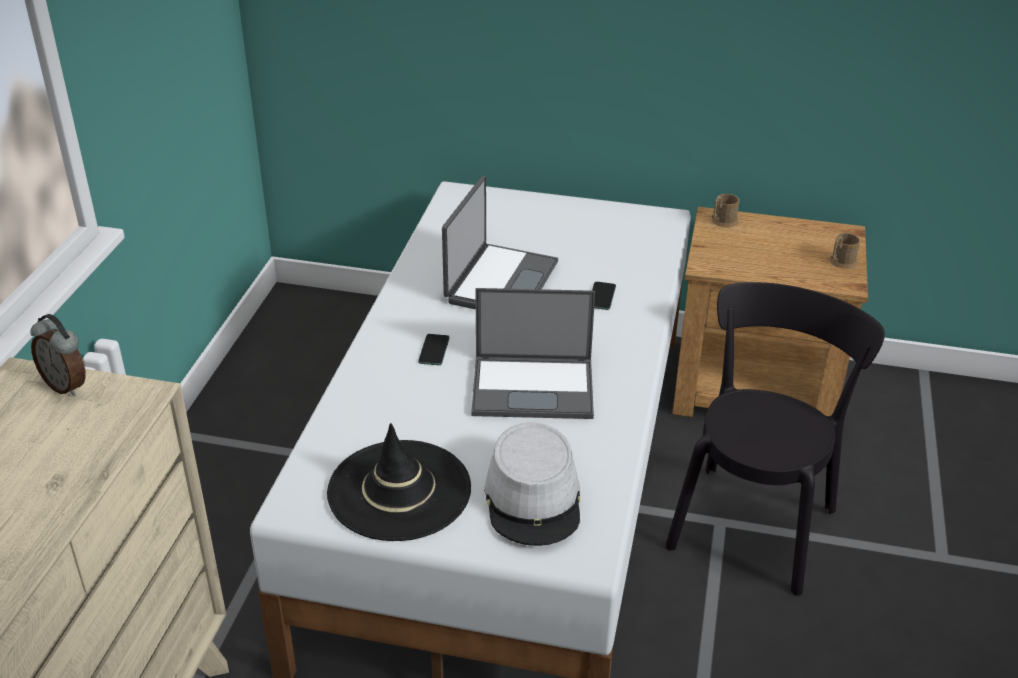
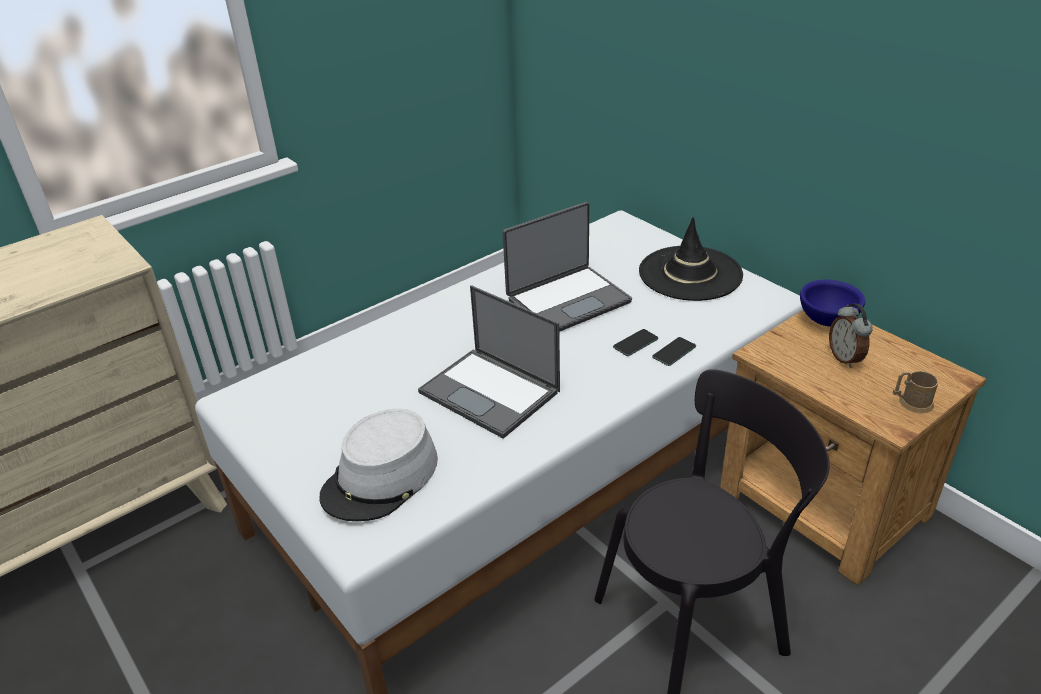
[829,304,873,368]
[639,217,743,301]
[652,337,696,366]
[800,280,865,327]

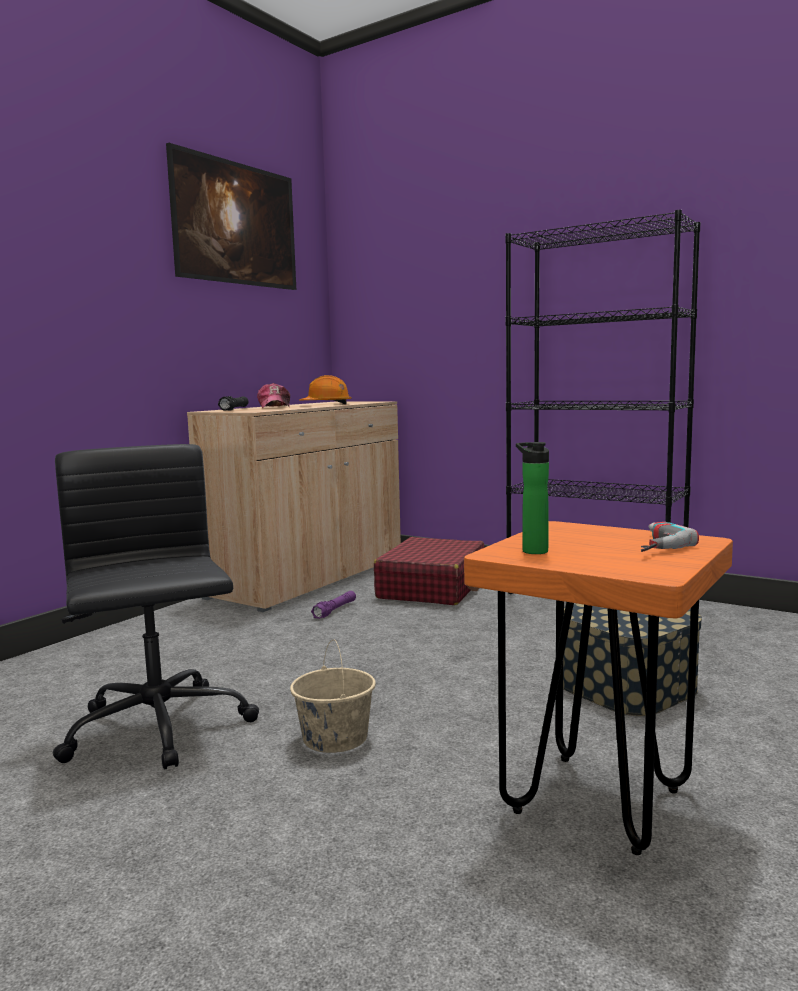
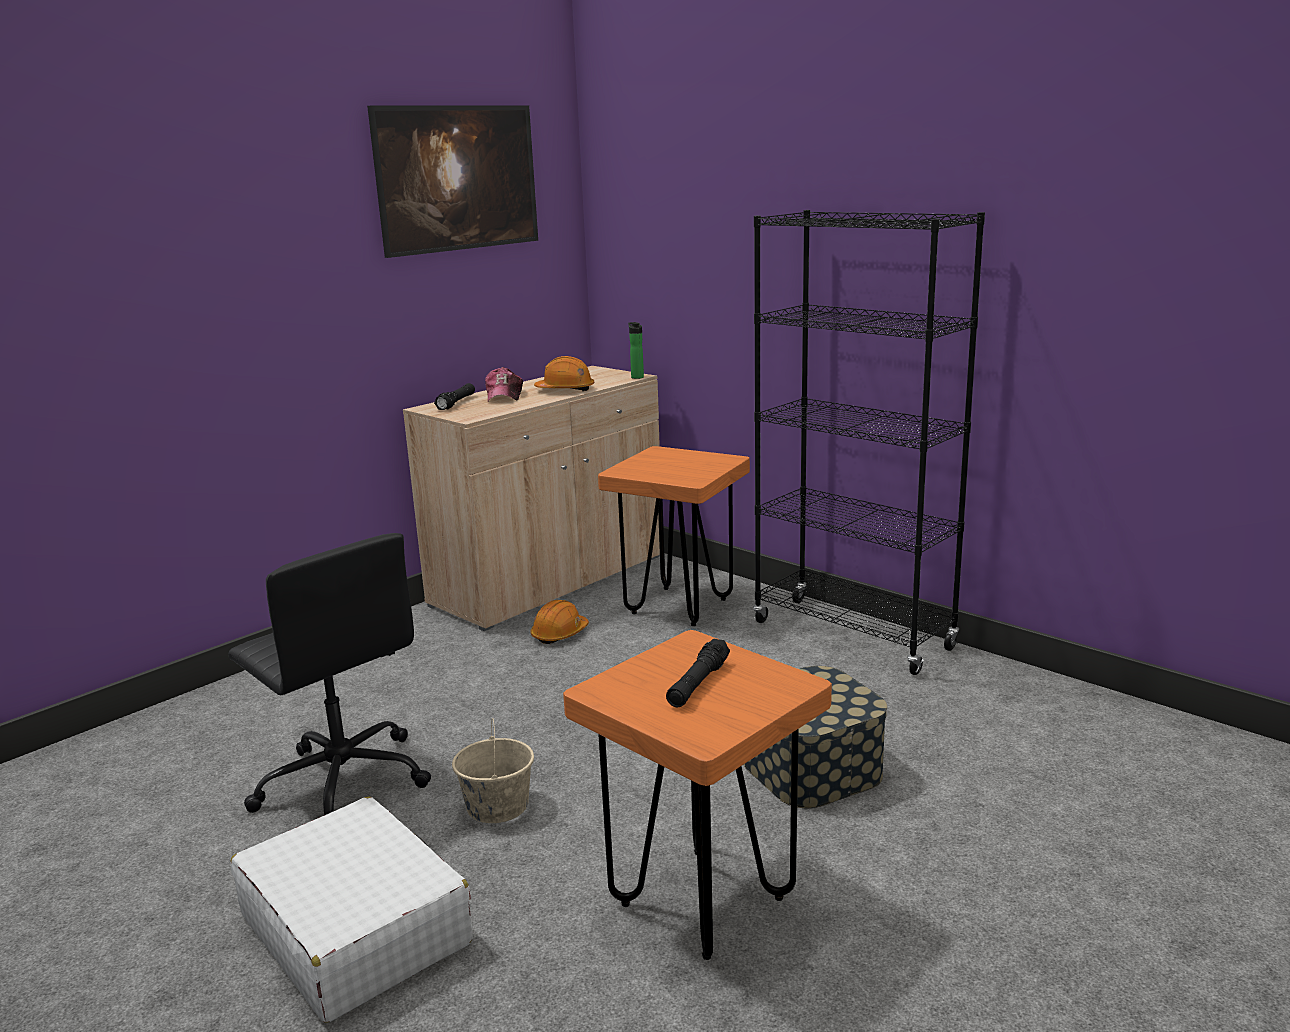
[228,533,431,815]
[530,600,589,644]
[598,446,750,626]
[628,322,644,379]
[641,522,699,552] (first image)
[230,796,472,1023]
[666,638,730,707]

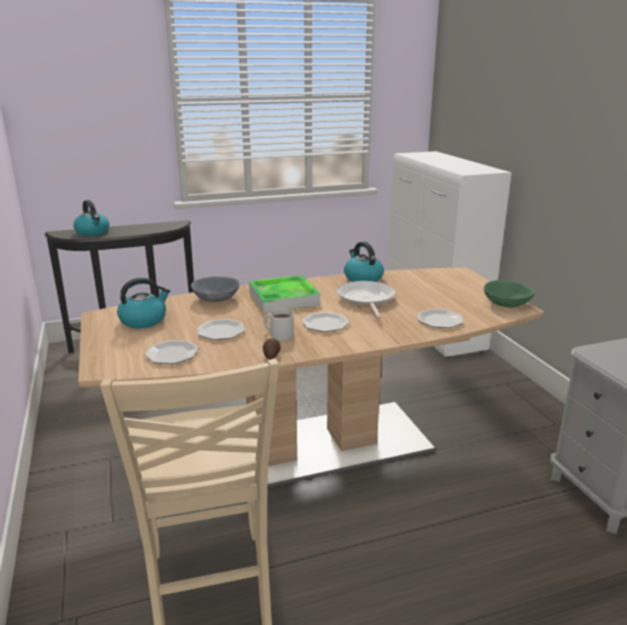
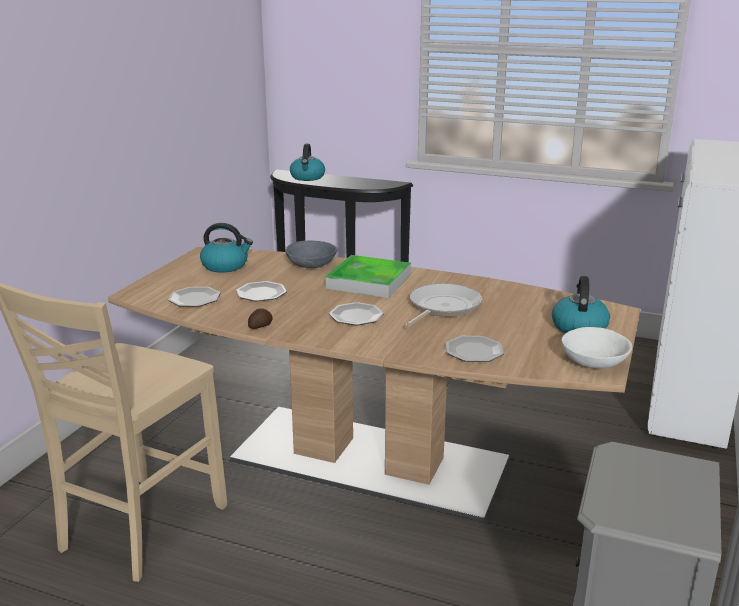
[263,309,294,340] (first image)
[552,276,610,333]
[561,327,632,368]

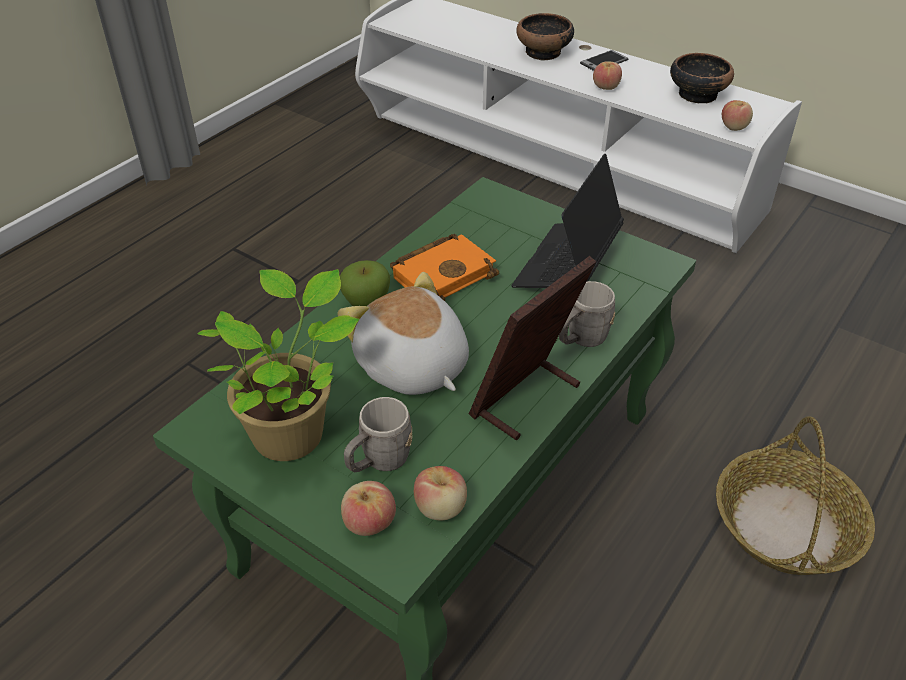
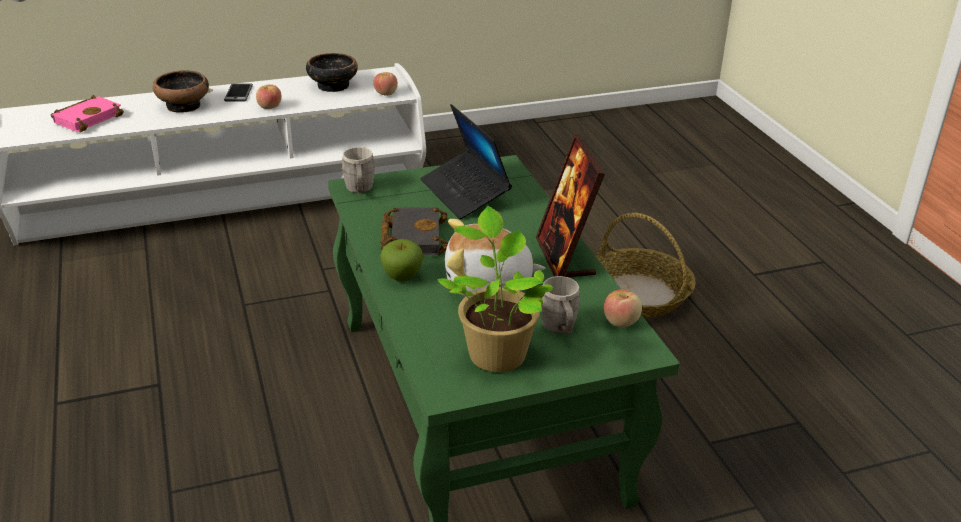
[341,481,396,536] (first image)
[381,208,448,255]
[342,147,375,193]
[51,95,124,132]

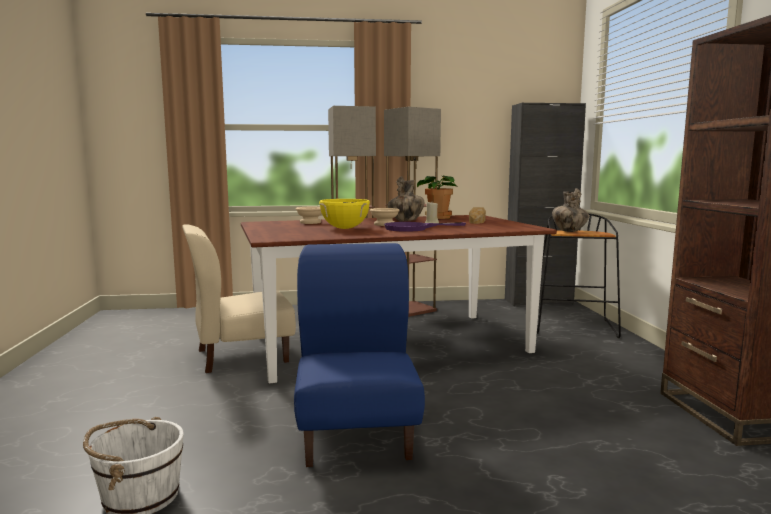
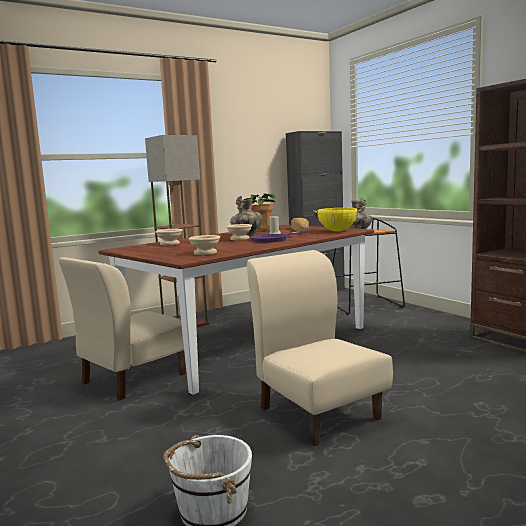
[247,250,393,446]
[313,208,362,232]
[384,107,441,317] (first image)
[189,235,220,255]

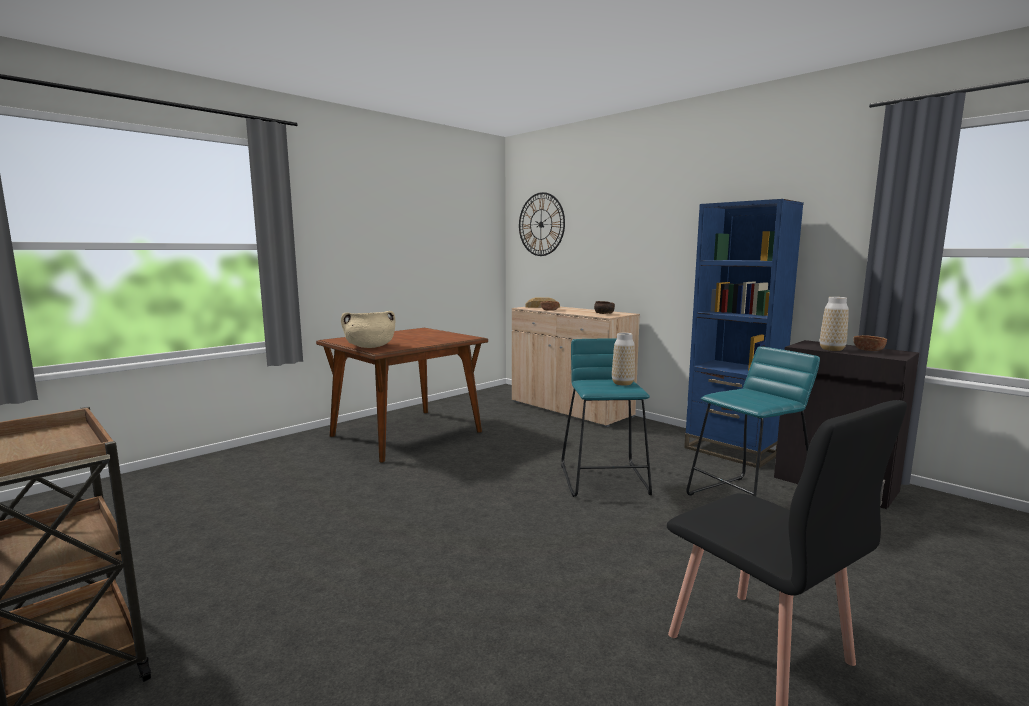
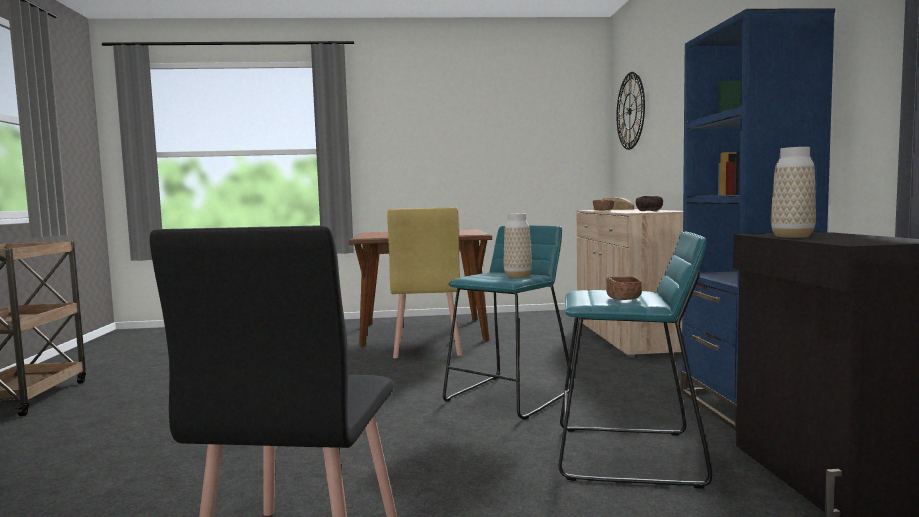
[341,311,395,348] (first image)
[606,276,642,300]
[387,207,462,358]

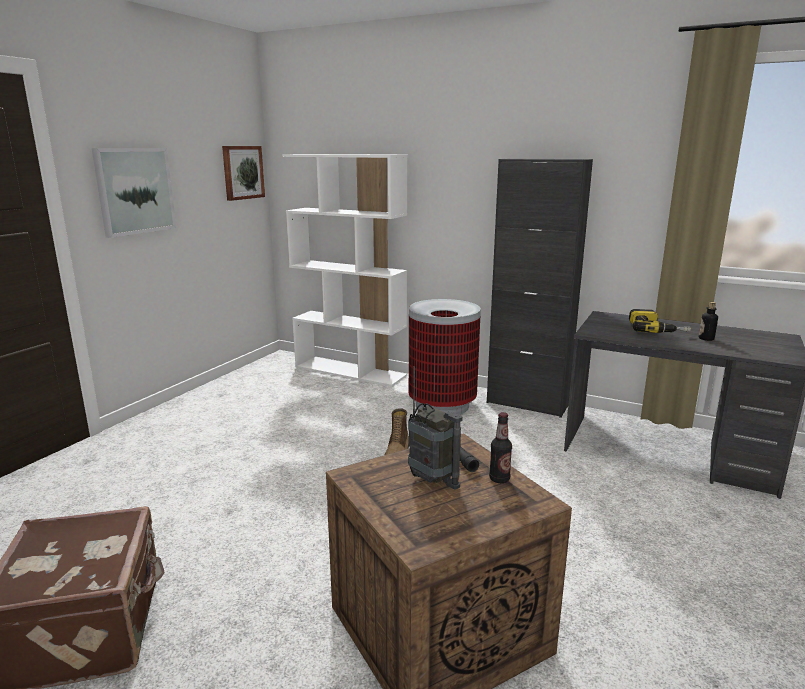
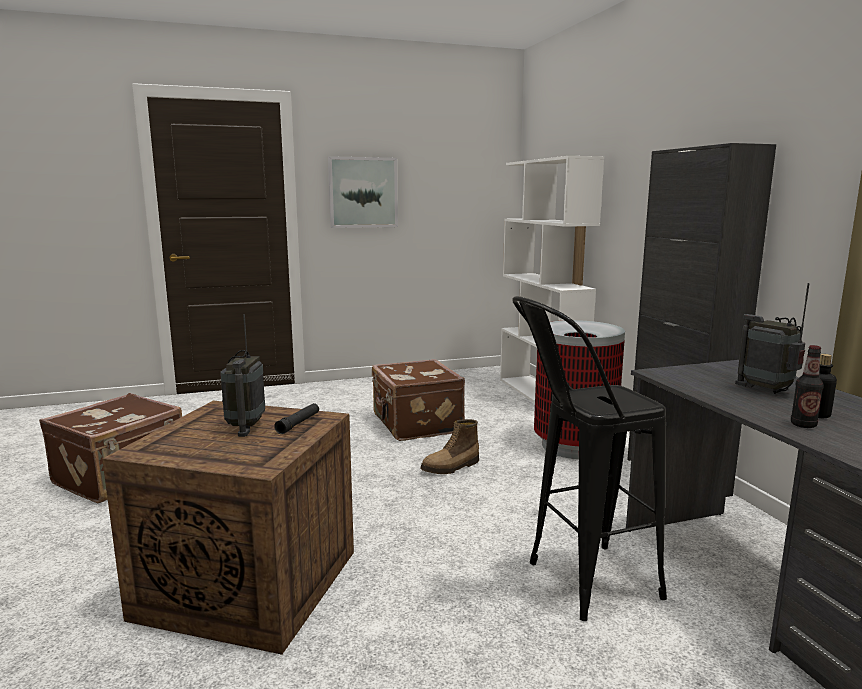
[222,146,265,201] (first image)
[791,345,824,428]
[735,283,810,394]
[372,359,465,441]
[512,296,667,621]

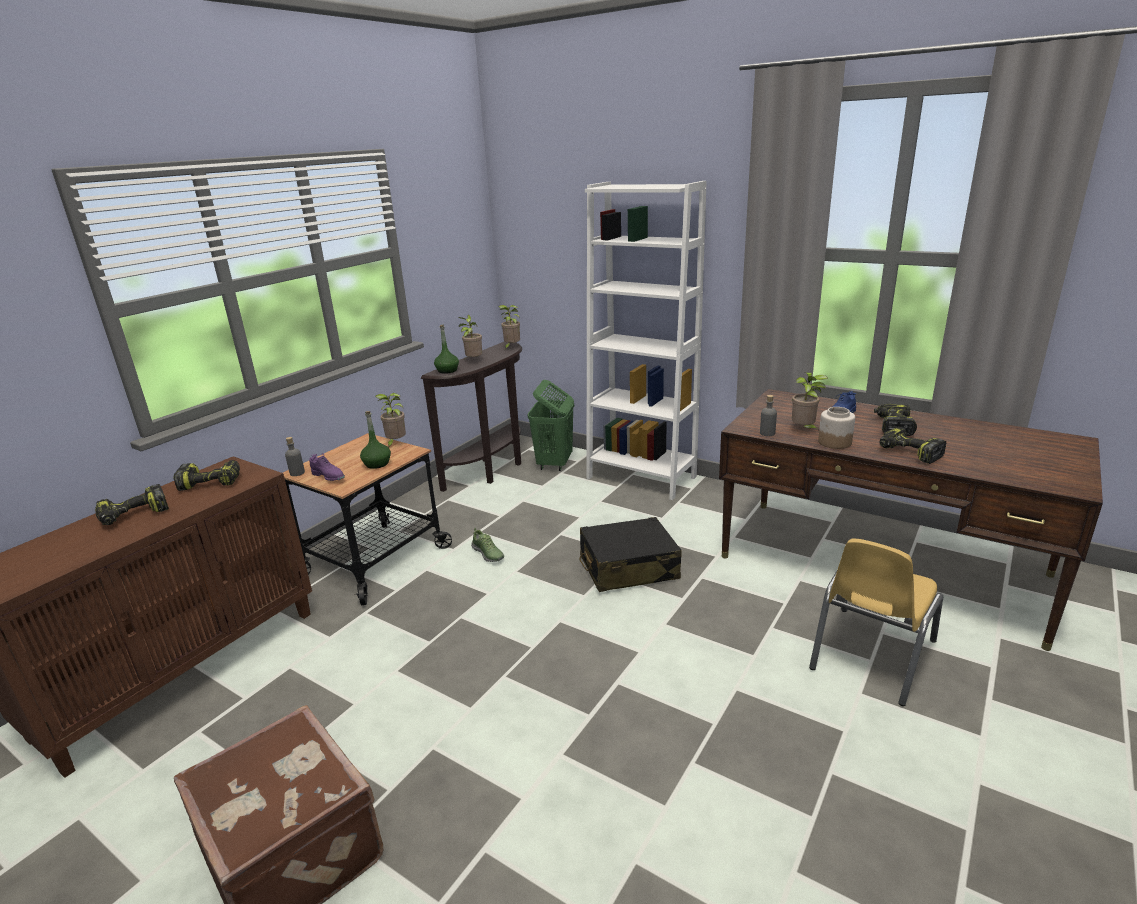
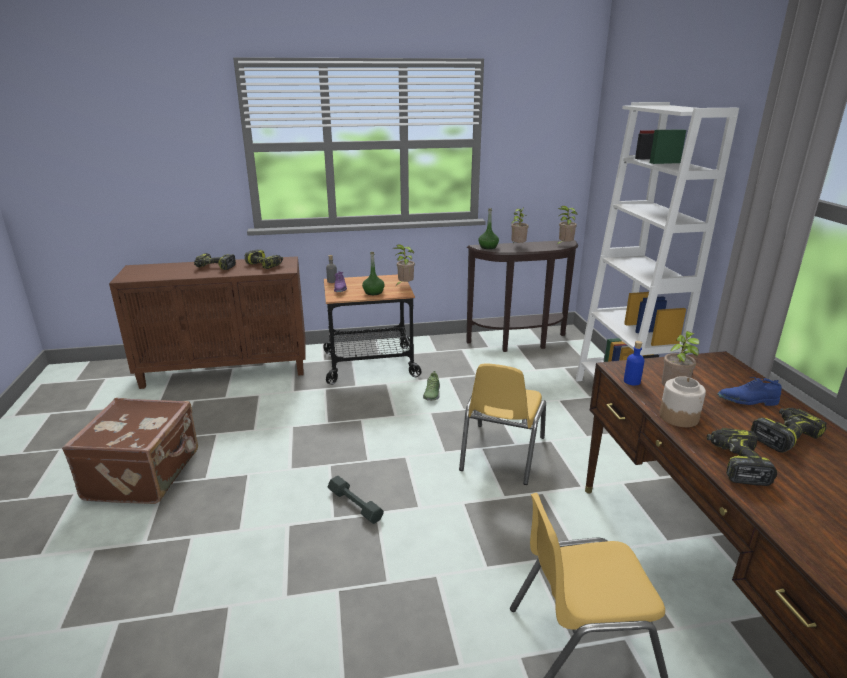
[527,380,574,471] (first image)
[459,363,546,485]
[624,341,644,386]
[328,476,384,524]

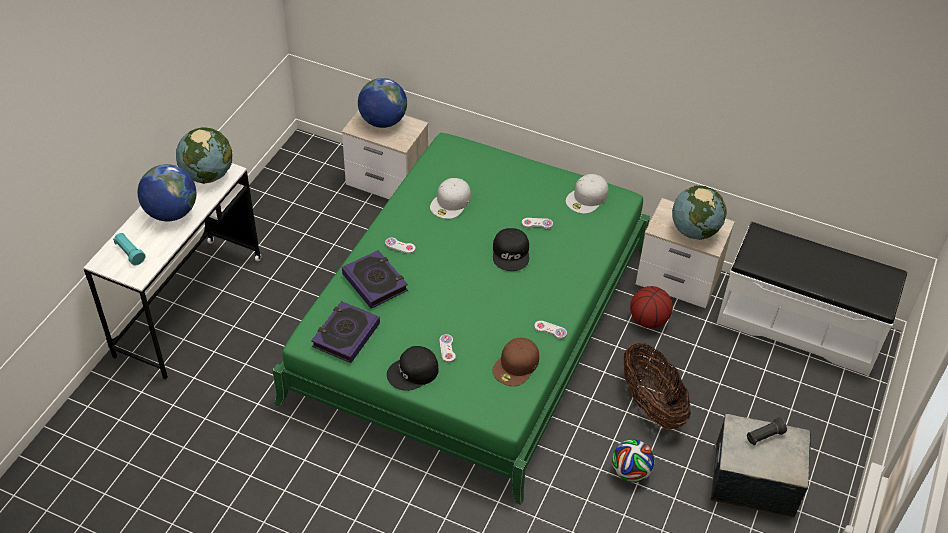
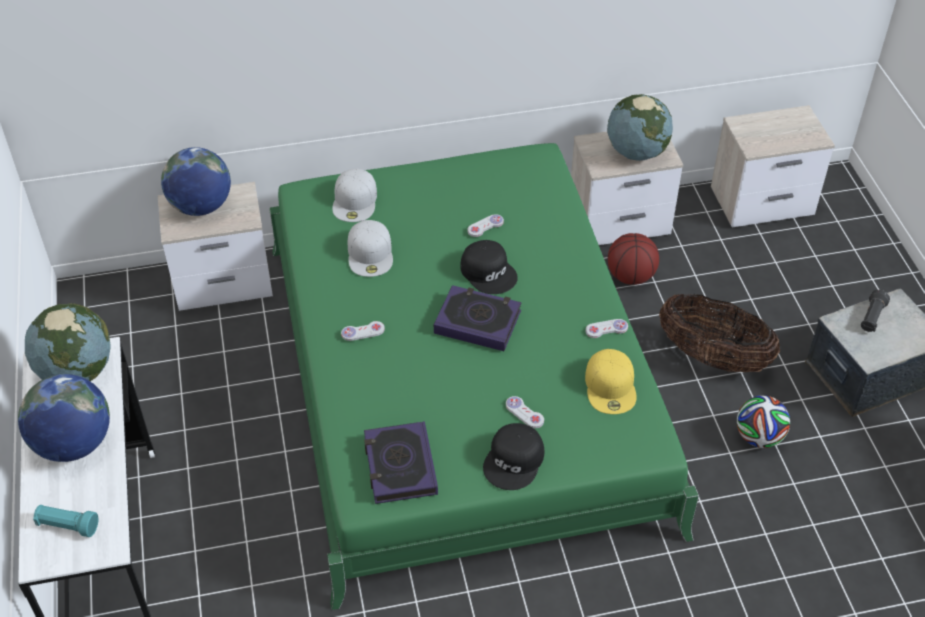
[434,285,522,351]
[585,349,636,414]
[332,169,377,222]
[711,105,835,227]

